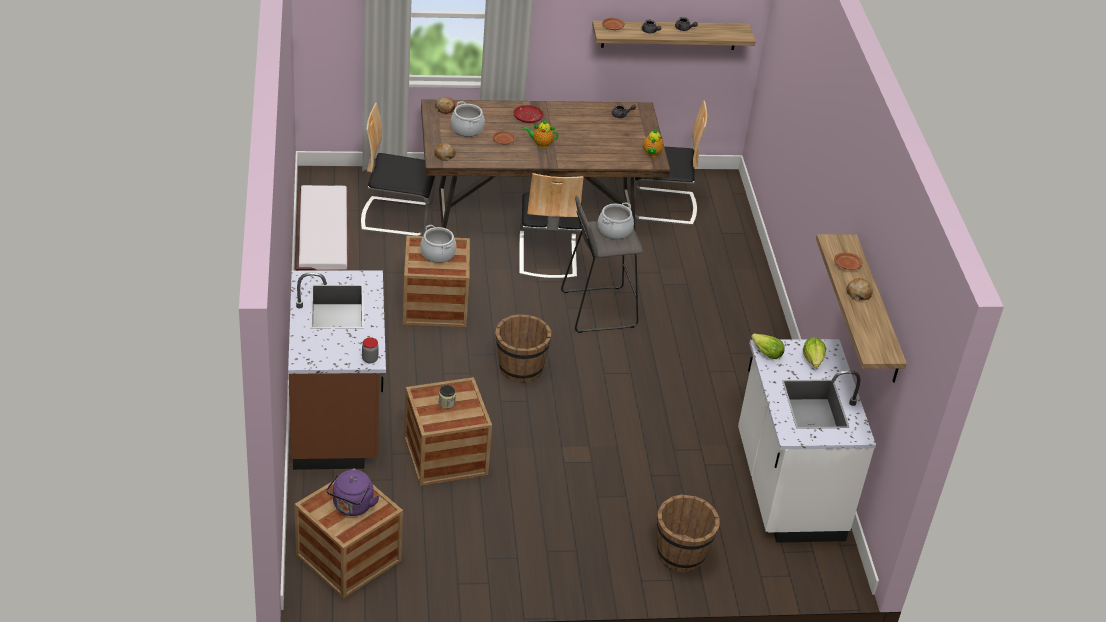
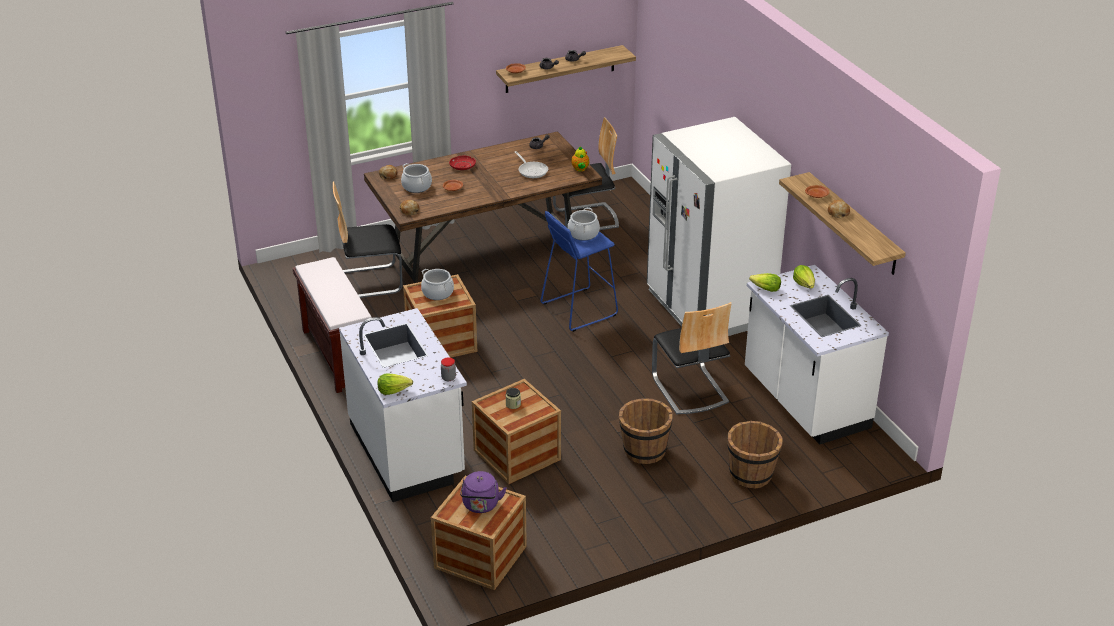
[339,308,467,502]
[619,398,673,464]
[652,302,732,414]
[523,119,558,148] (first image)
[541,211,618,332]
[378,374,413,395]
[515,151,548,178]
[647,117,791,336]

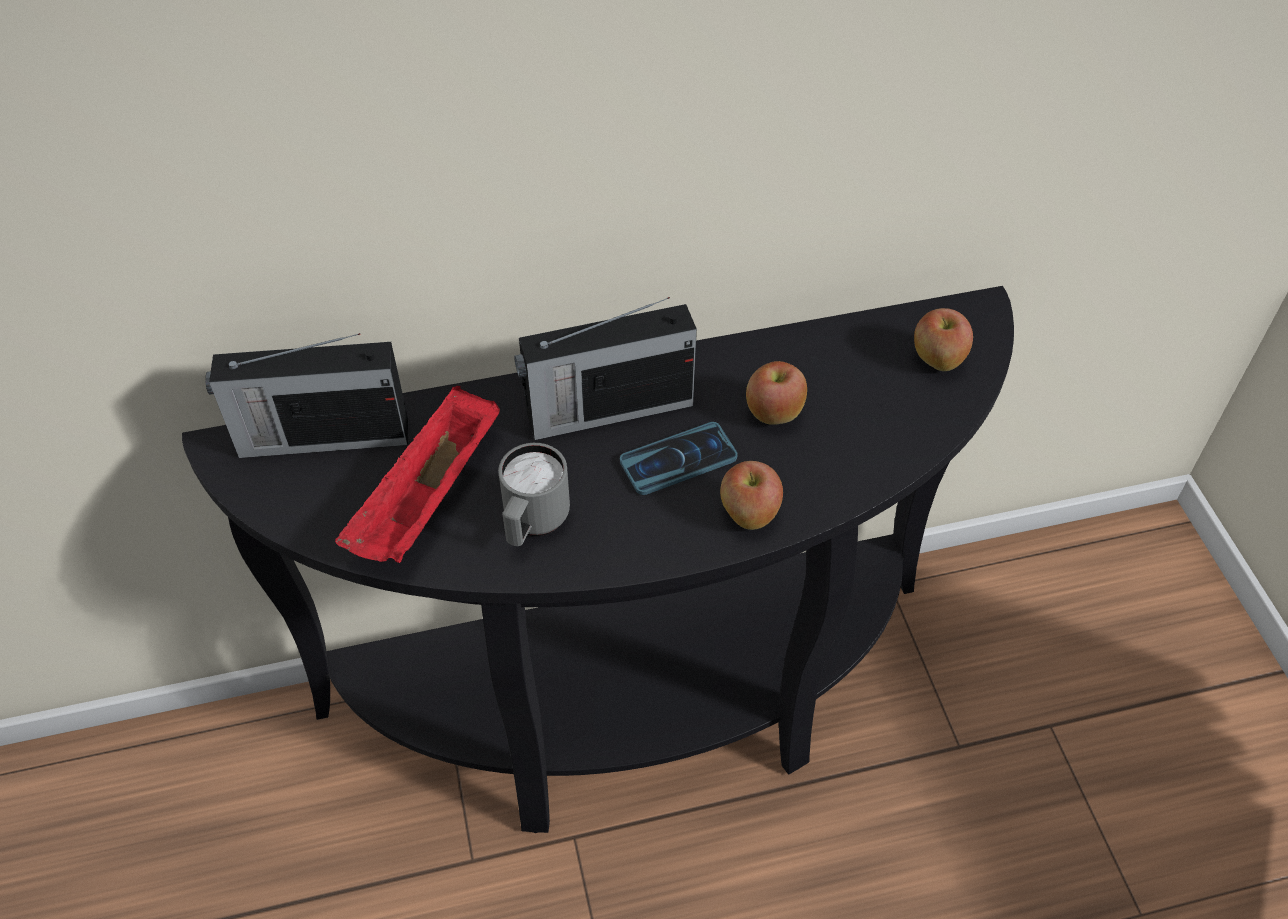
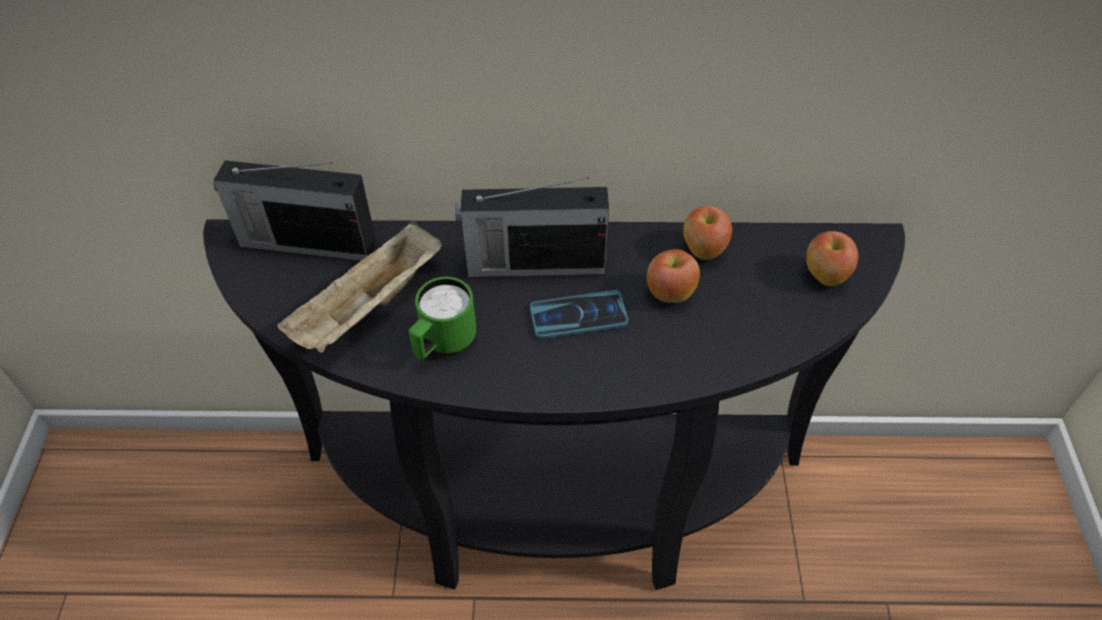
[278,221,442,353]
[409,277,476,360]
[683,206,732,260]

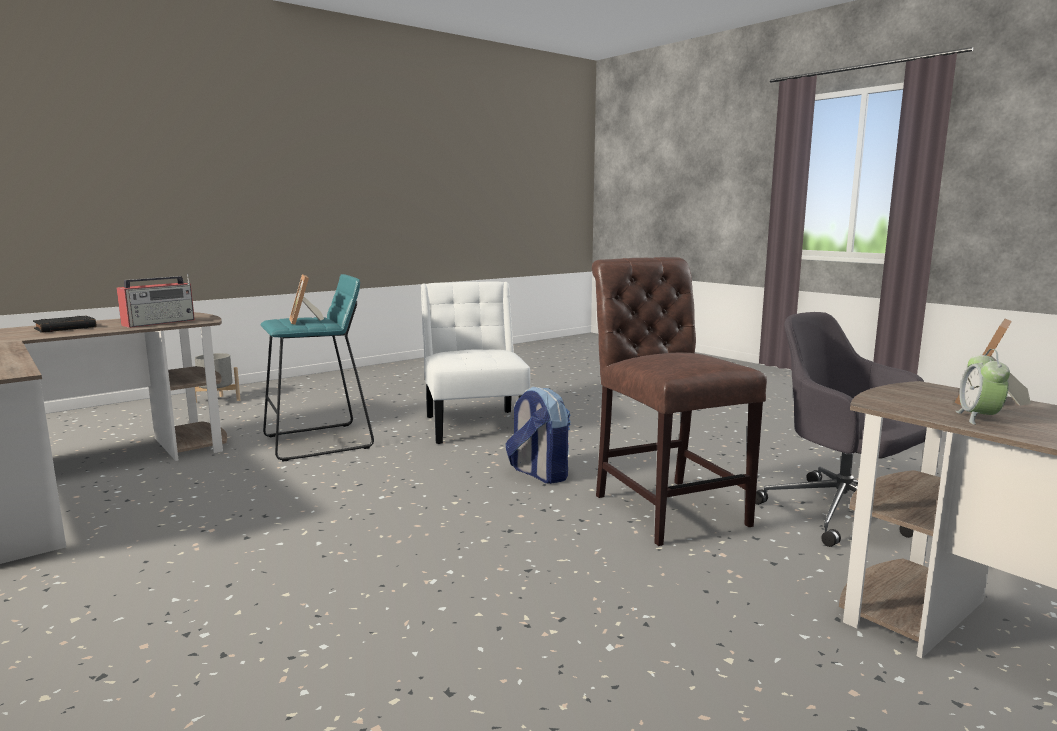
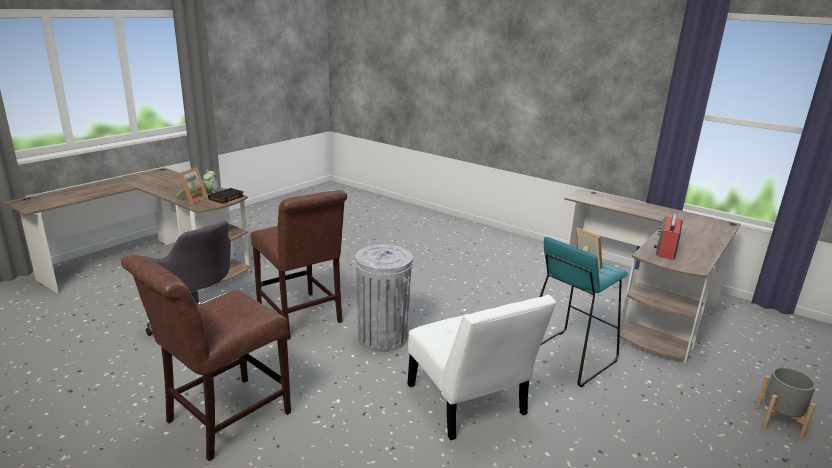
[208,188,244,204]
[355,245,413,352]
[121,255,291,461]

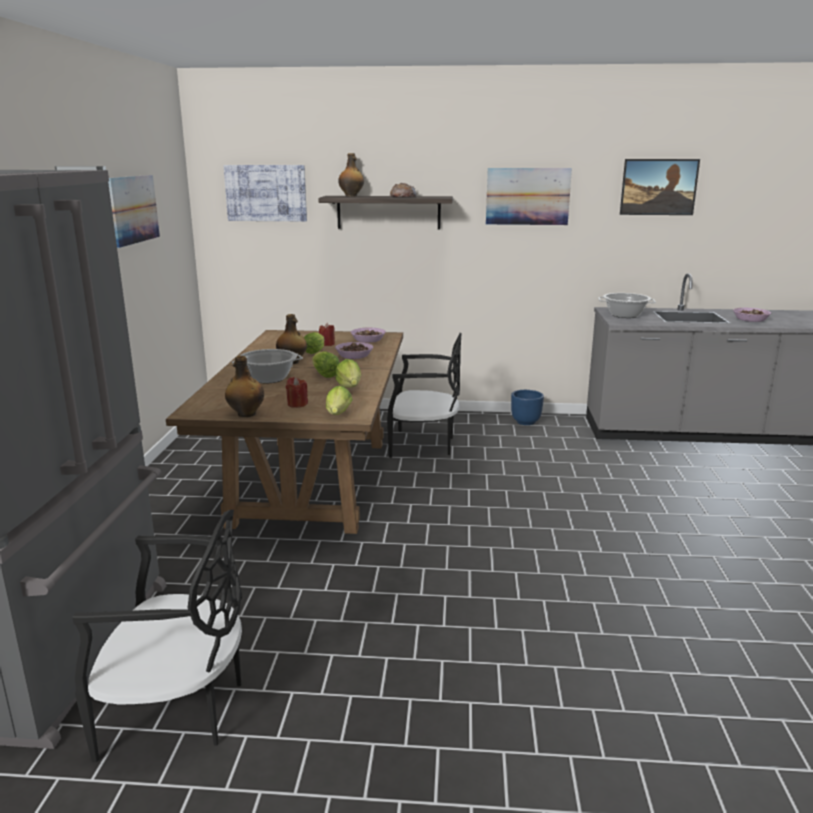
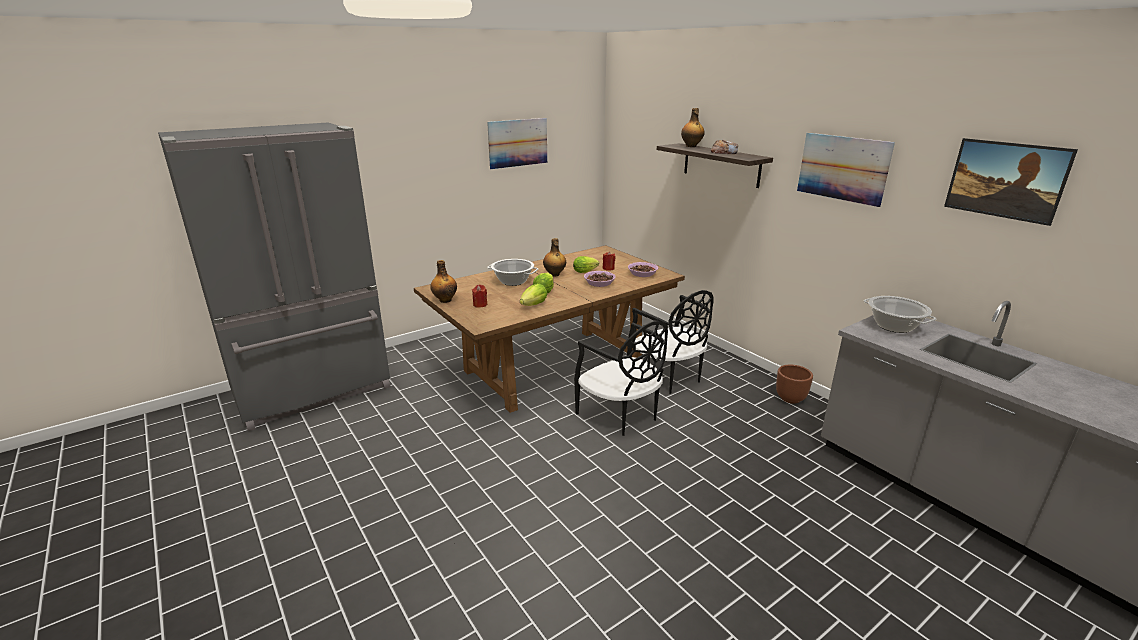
[574,321,668,436]
[224,165,307,221] (first image)
[326,385,353,415] (first image)
[776,365,813,404]
[733,308,771,322] (first image)

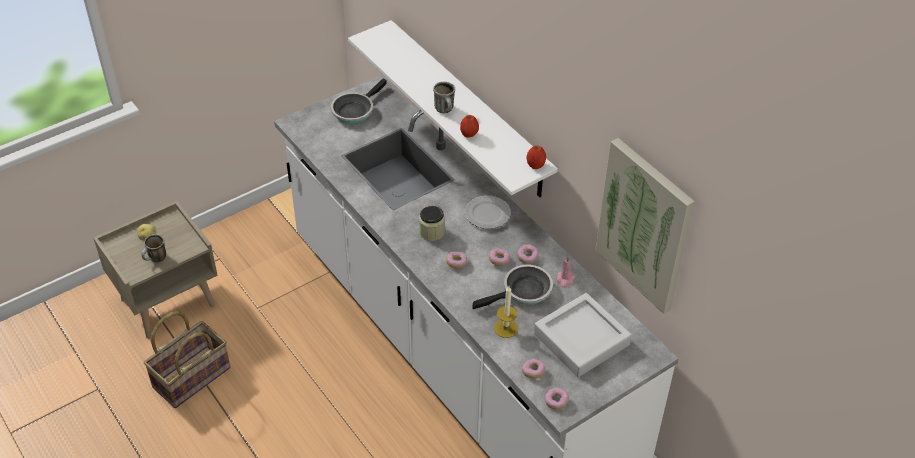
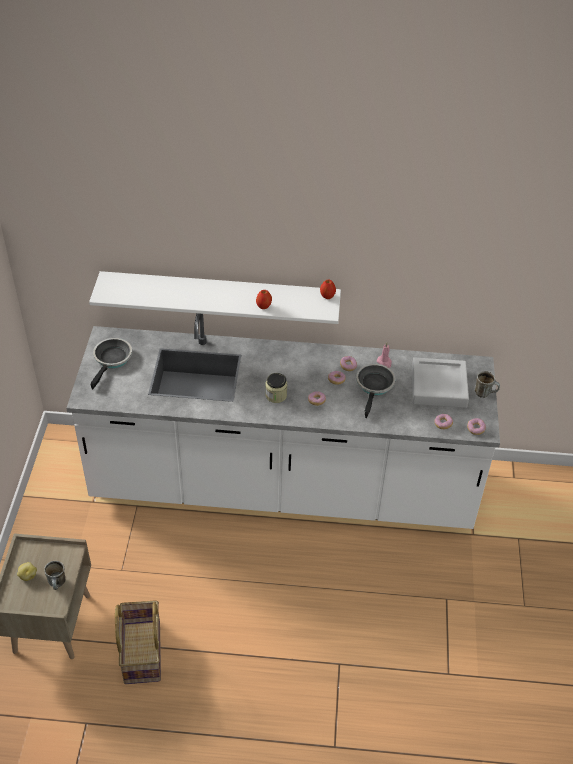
[91,338,132,390]
[475,371,500,398]
[465,196,511,229] (first image)
[494,286,518,338] (first image)
[595,138,695,314] (first image)

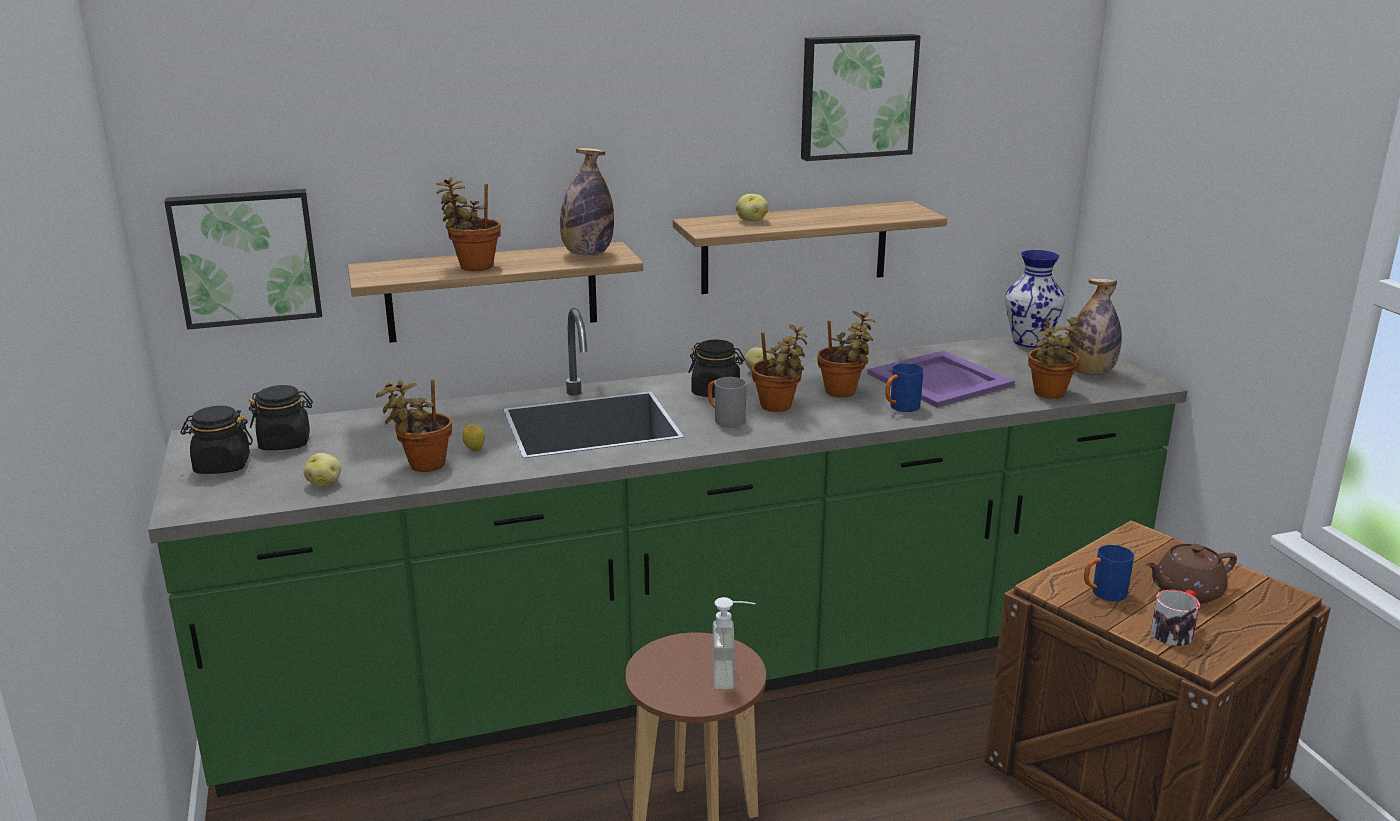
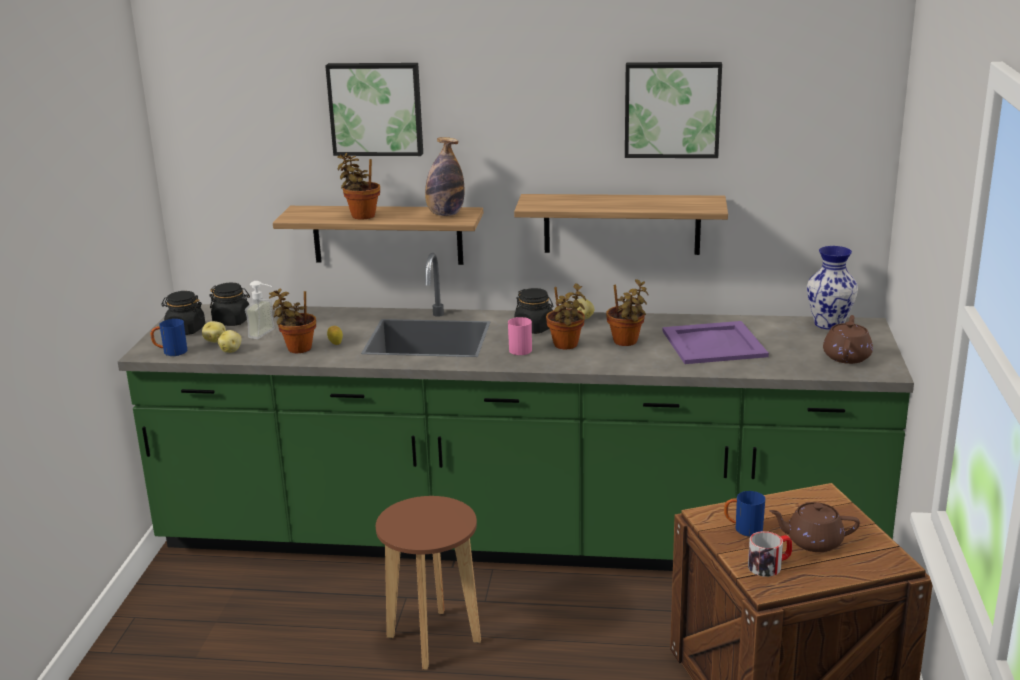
[325,63,423,156]
[508,317,532,355]
[245,281,275,339]
[202,321,226,343]
[150,319,187,356]
[1028,317,1082,399] (first image)
[823,315,873,364]

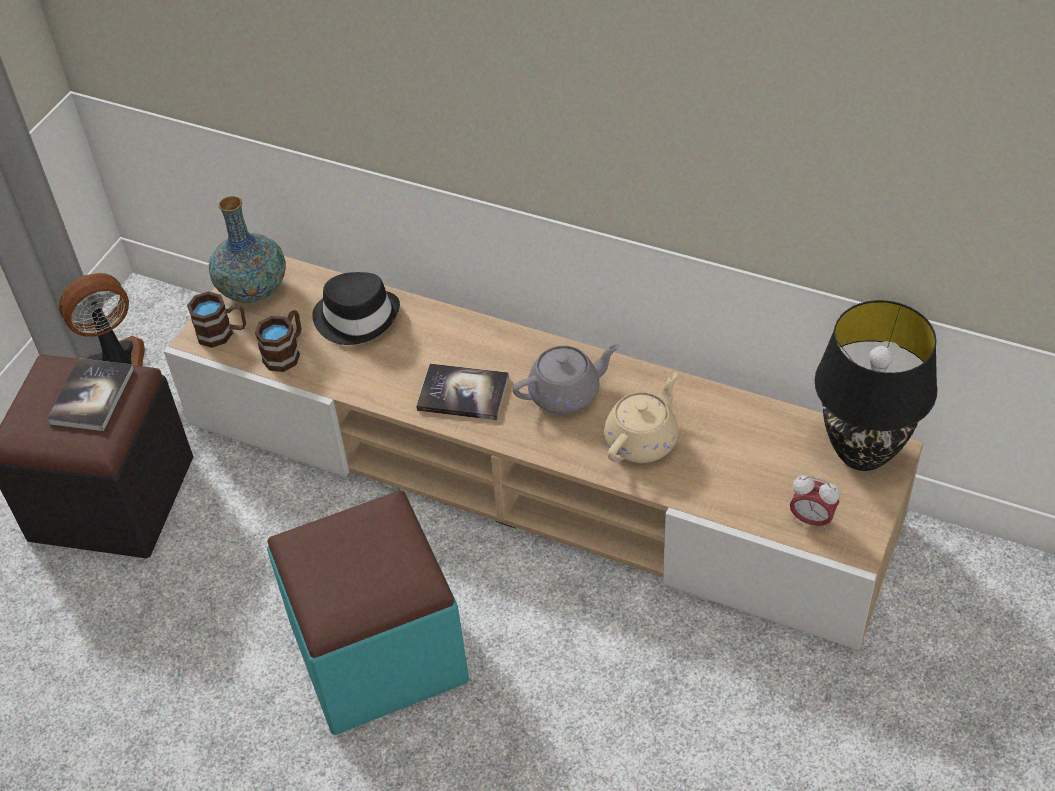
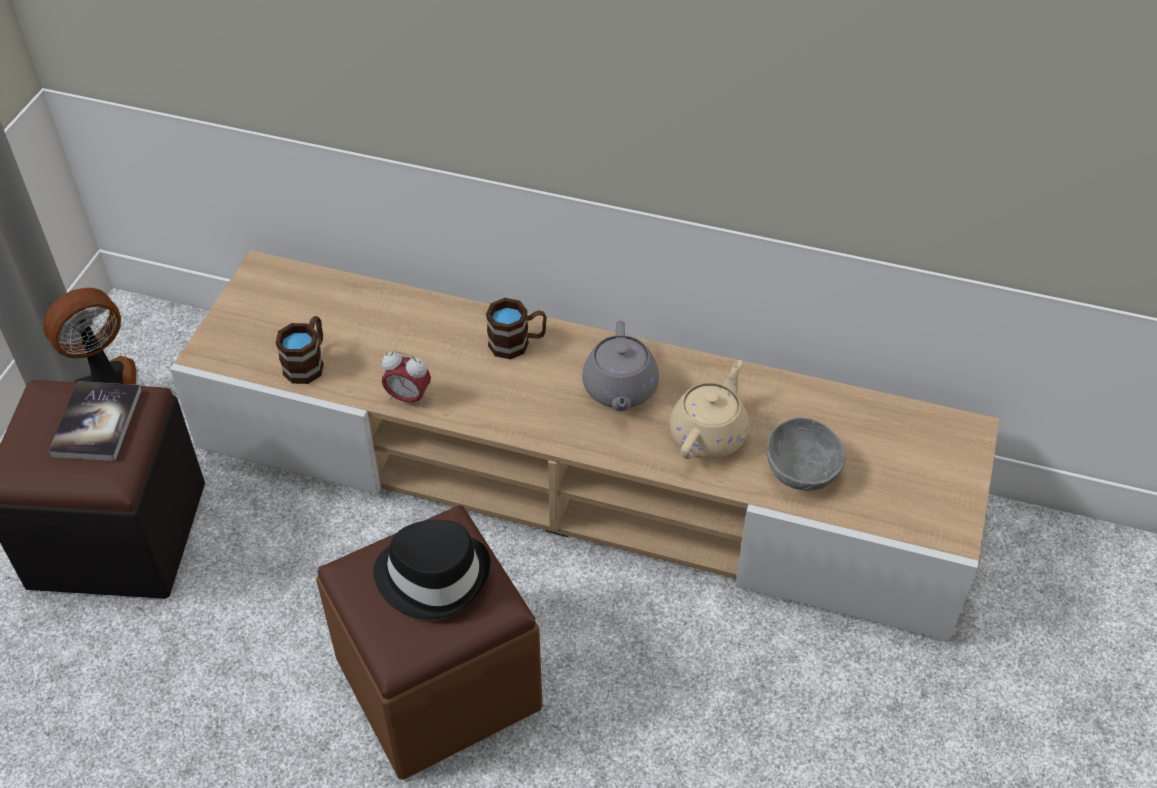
[486,298,547,359]
[209,196,286,302] (first image)
[316,505,542,780]
[374,520,491,620]
[416,364,509,420] (first image)
[582,321,659,411]
[382,351,431,407]
[815,300,937,471] (first image)
[767,417,845,491]

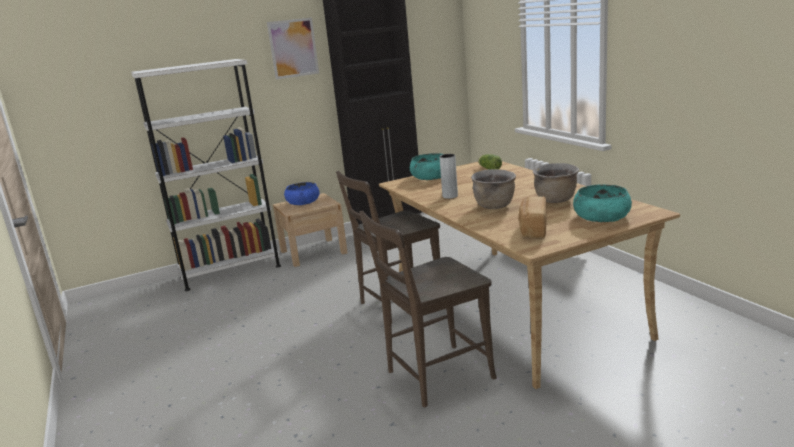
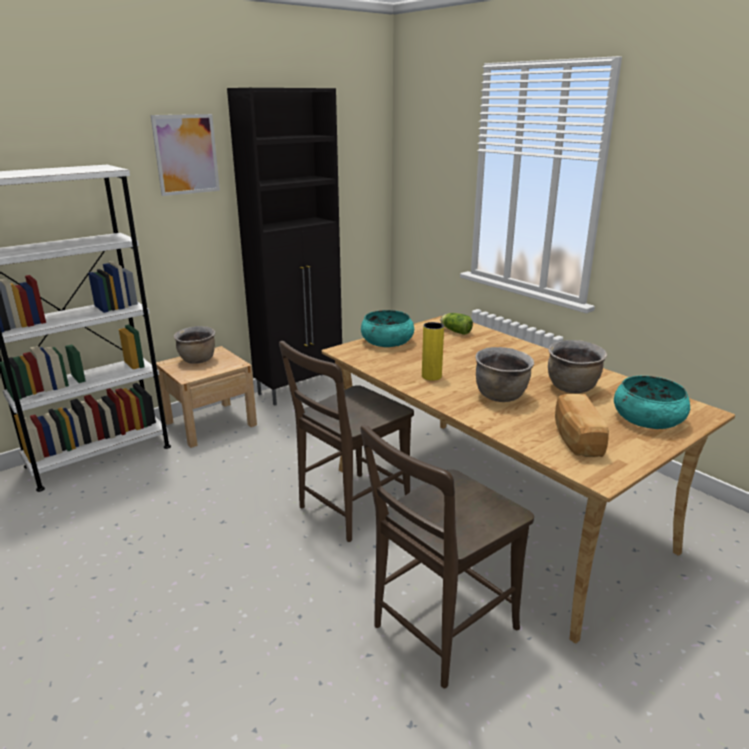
[174,326,215,364]
[422,322,444,381]

